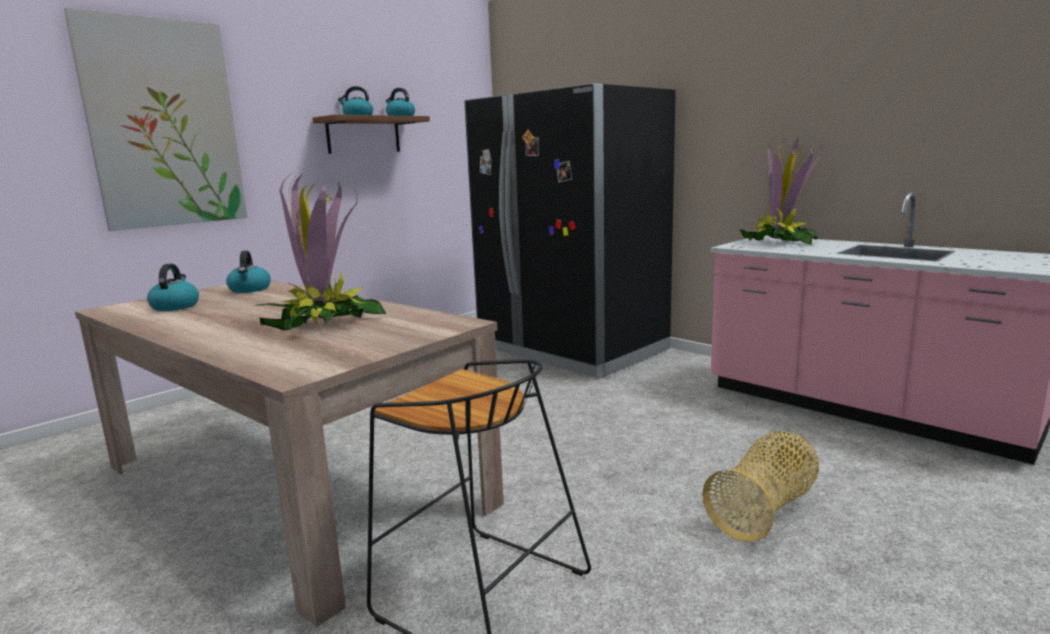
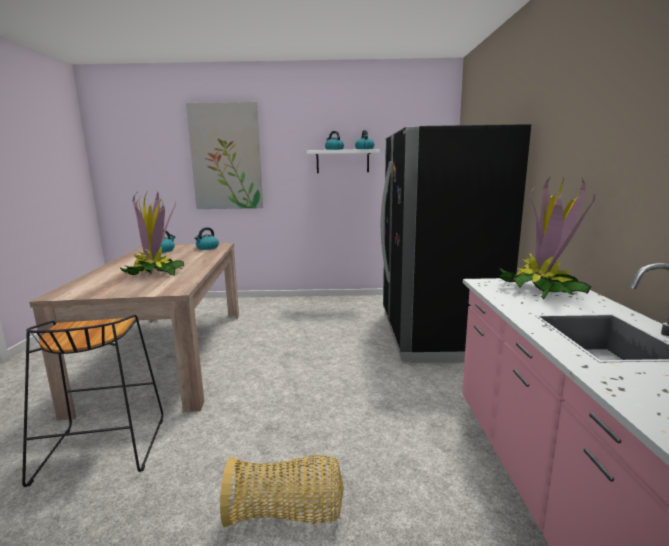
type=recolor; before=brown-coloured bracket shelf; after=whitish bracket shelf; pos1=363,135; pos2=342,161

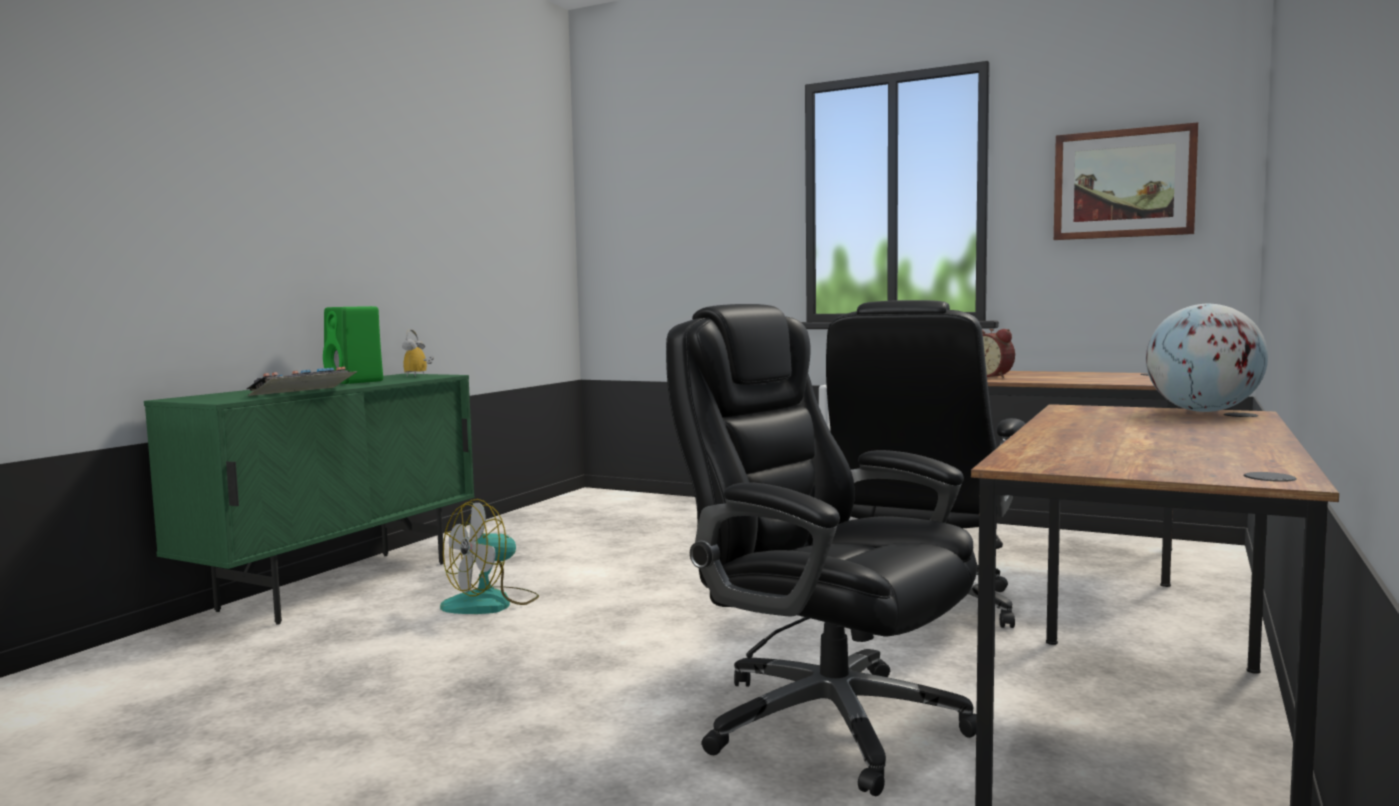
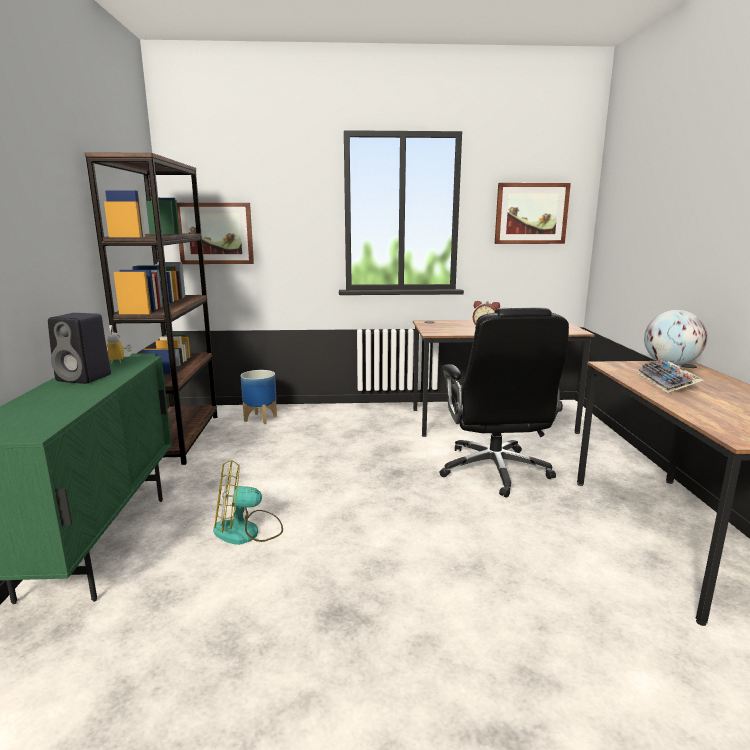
type=delete; before=black computer chair; pos1=826,721
type=recolor; before=green audio speaker; after=black audio speaker; pos1=356,381; pos2=85,378
type=move; before=PC keyboard; pos1=303,392; pos2=668,383
type=rotate; before=cooling fan; pos1=491,603; pos2=247,531; turn=60
type=insert; after=brown-coloured bookcase; pos2=178,438
type=insert; after=wall art; pos2=215,233
type=insert; after=plant pot; pos2=260,419

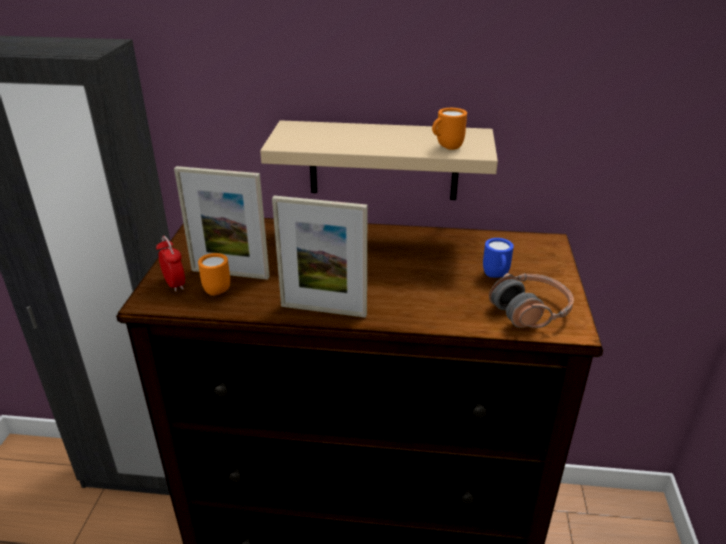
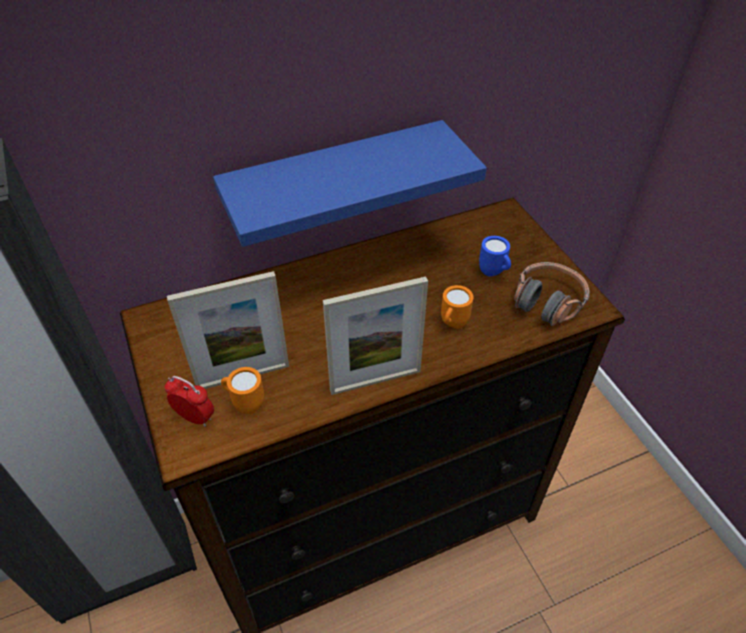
type=move; before=orangey tea mug; pos1=446,147; pos2=452,324
type=recolor; before=beige bracket shelf; after=blue-coloured bracket shelf; pos1=383,161; pos2=335,183

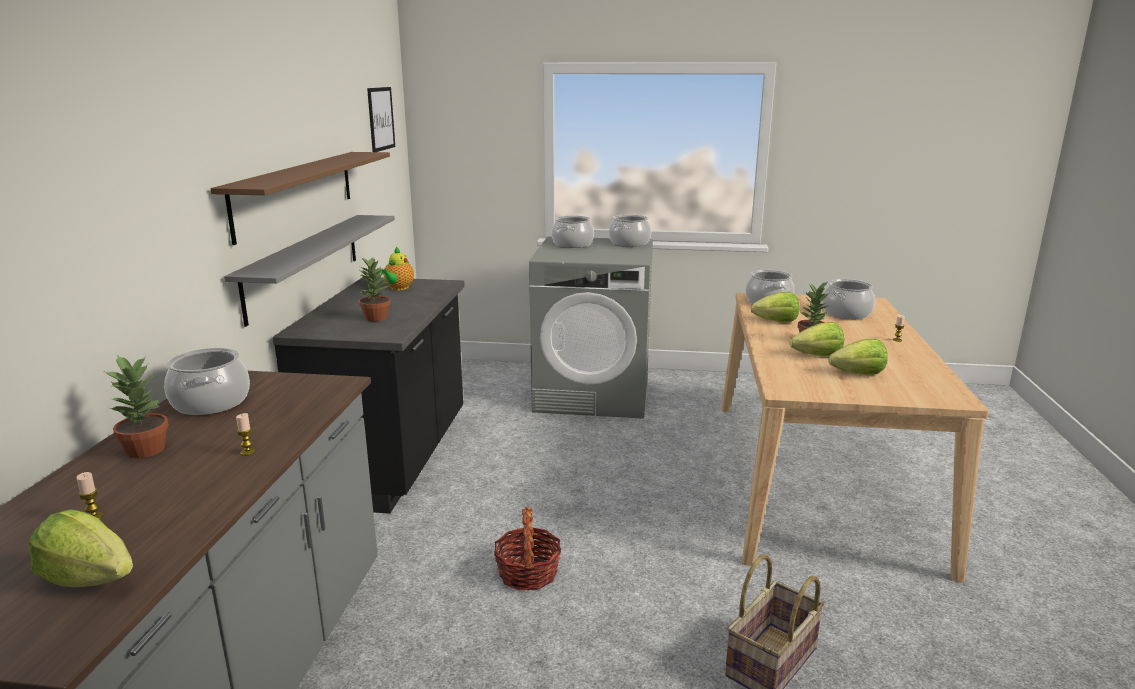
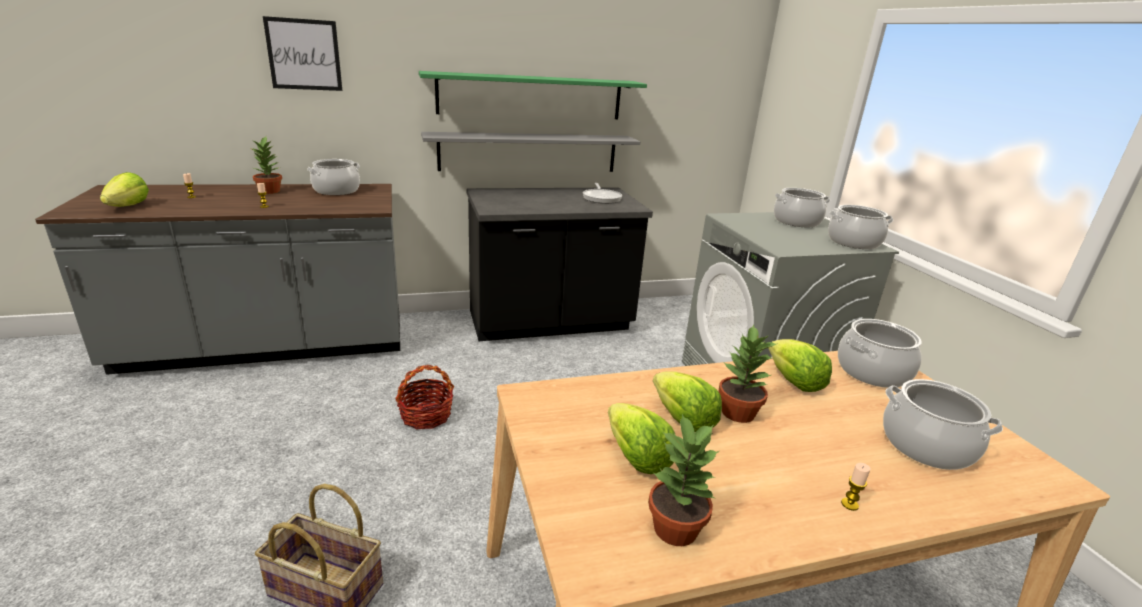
type=move; before=wall art; pos1=381,119; pos2=304,54
type=recolor; before=brown-coloured bracket shelf; after=green bracket shelf; pos1=296,192; pos2=531,96
type=replace; before=pot for tea; after=pan; pos1=398,288; pos2=601,198
type=move; before=houseplant; pos1=376,317; pos2=676,528

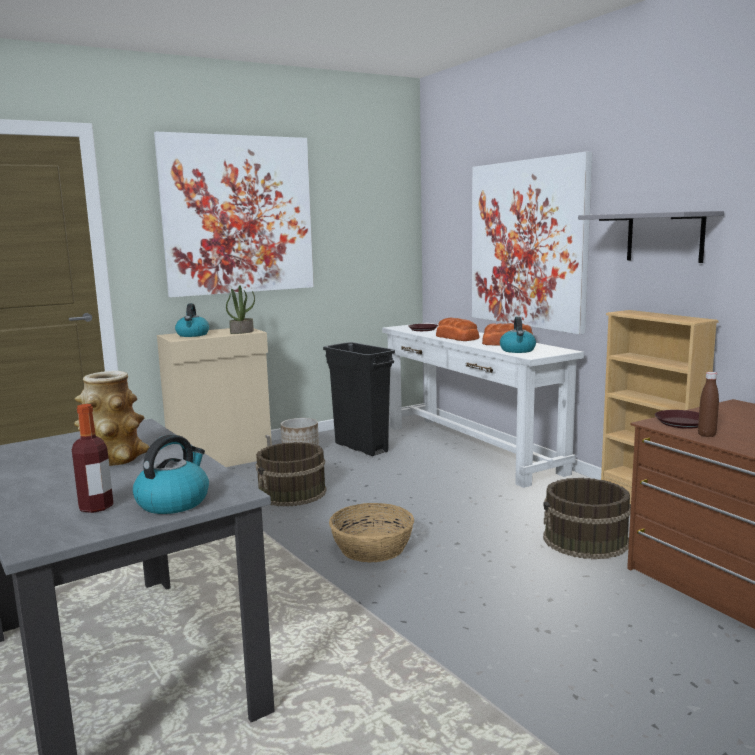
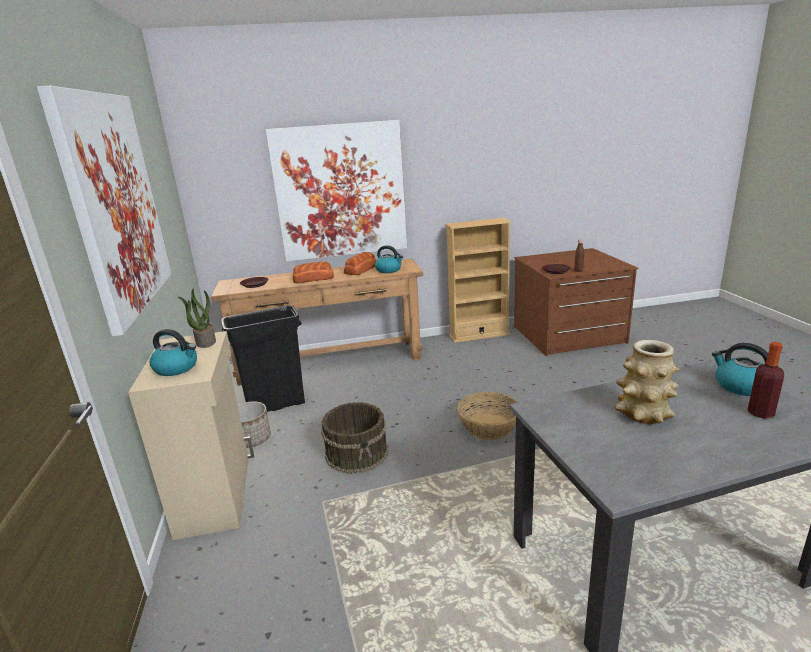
type=delete; before=gray bracket shelf; pos1=665,237
type=recolor; before=whitish console table; after=brown-coloured console table; pos1=470,448; pos2=330,362
type=delete; before=brown-coloured water bucket; pos1=585,541

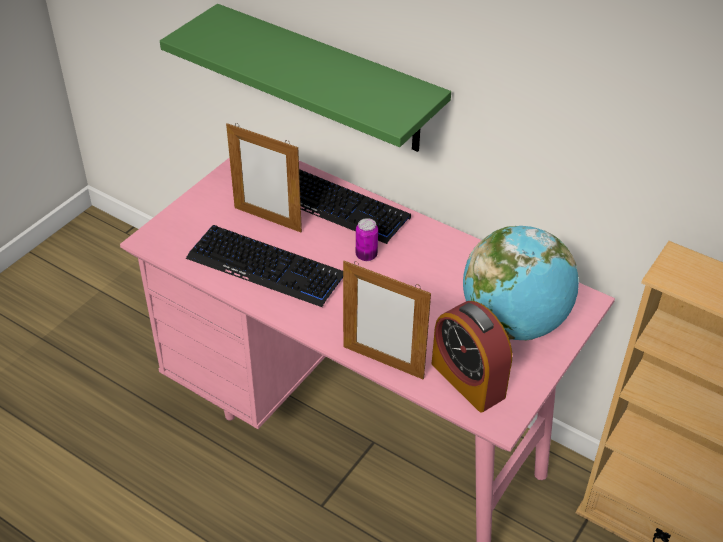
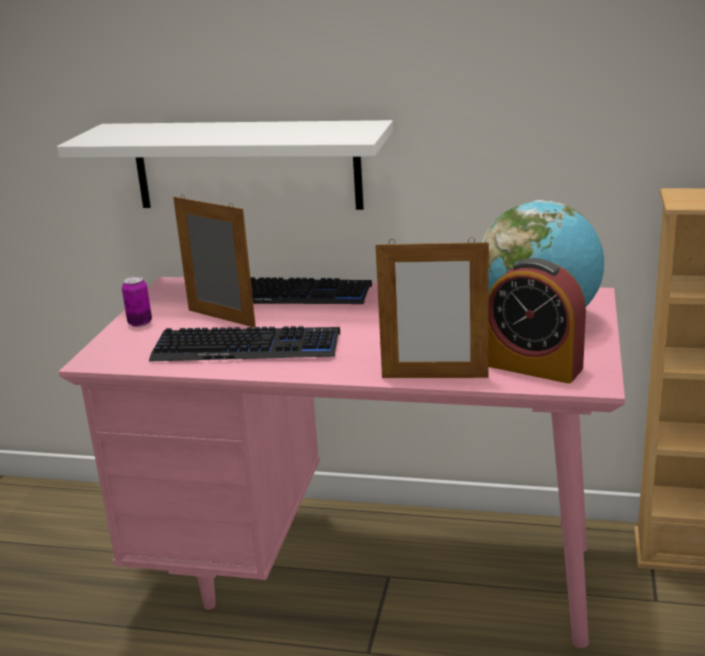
type=recolor; before=green bracket shelf; after=whitish bracket shelf; pos1=328,80; pos2=246,165
type=rotate; before=picture frame; pos1=267,219; pos2=221,318; turn=-150
type=move; before=can; pos1=366,255; pos2=140,323

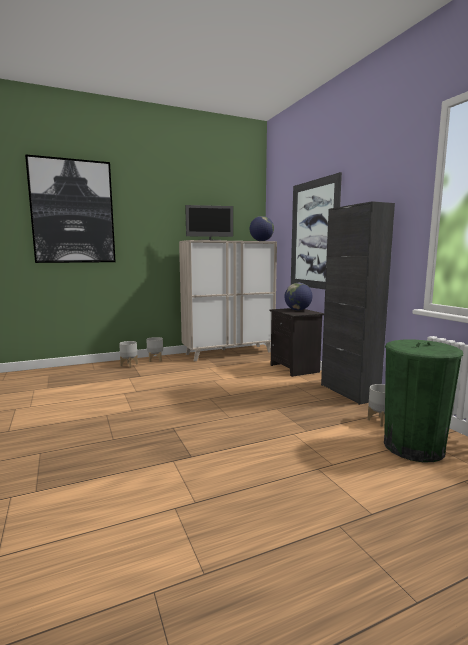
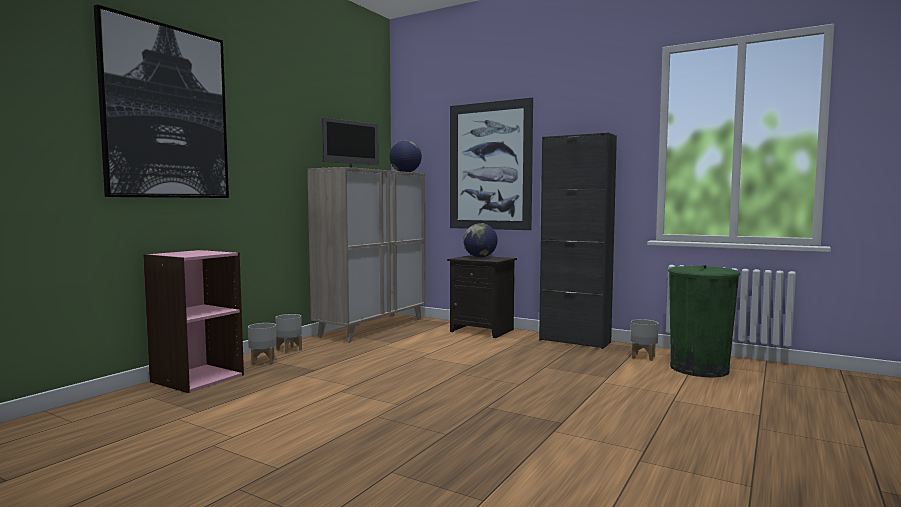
type=insert; after=pink bookcase; pos2=197,378

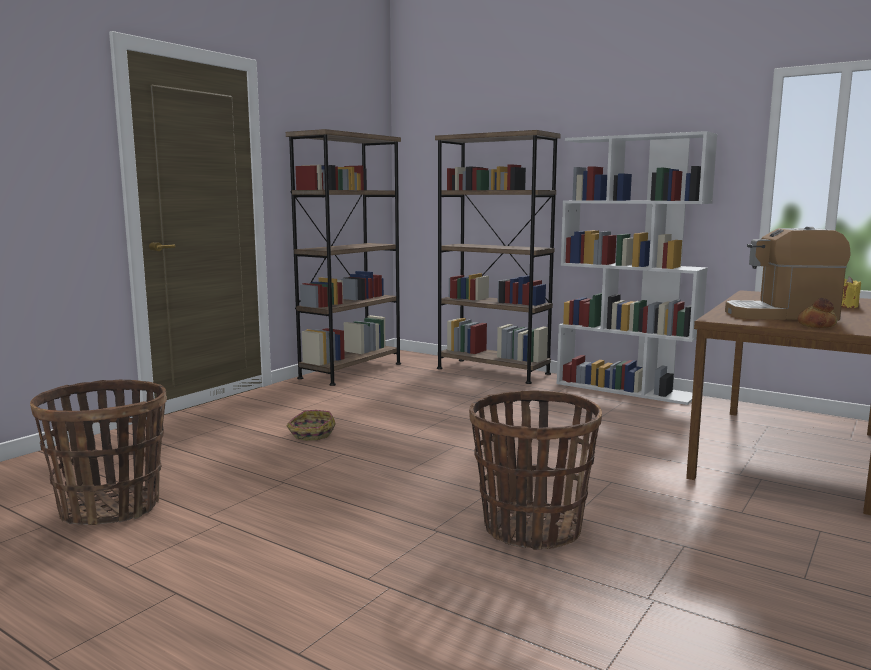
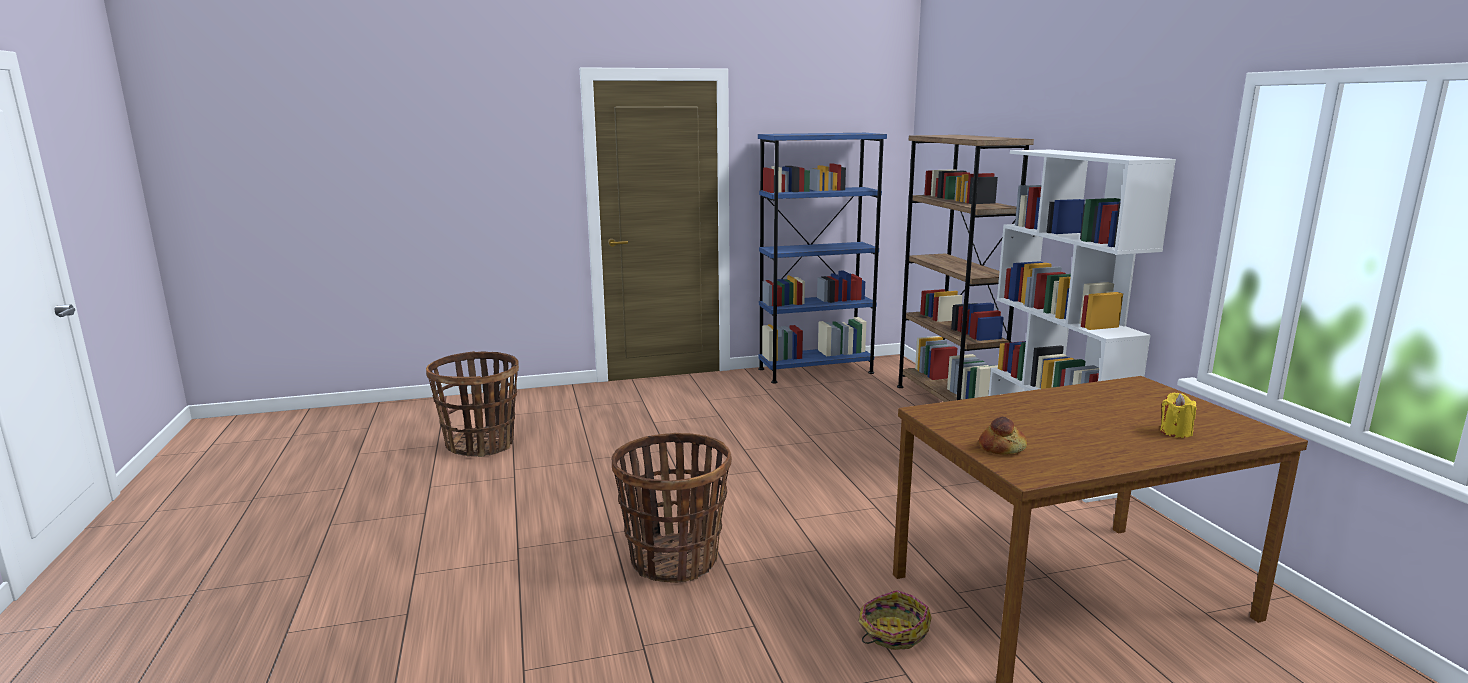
type=recolor; before=brown-coloured bookcase; after=blue-coloured bookcase; pos1=351,371; pos2=815,371
type=delete; before=coffee maker; pos1=781,315
type=move; before=household basket; pos1=311,434; pos2=892,632

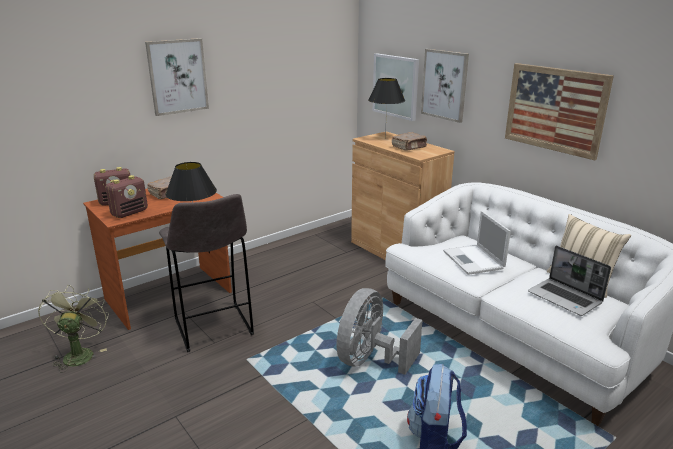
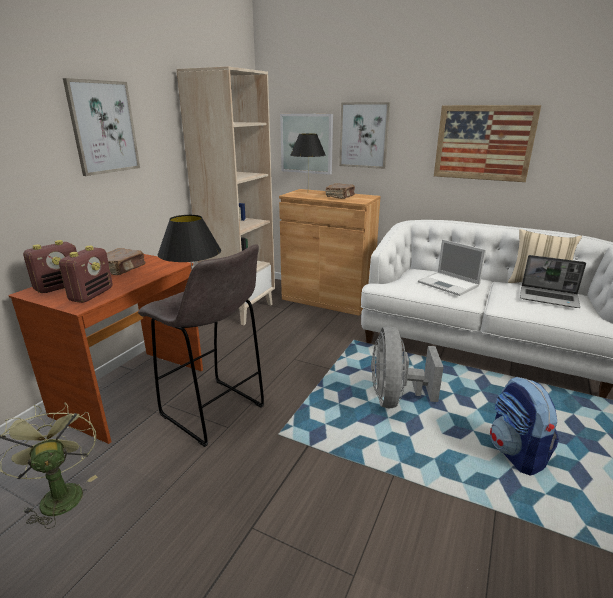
type=insert; after=beige bookcase; pos2=240,309

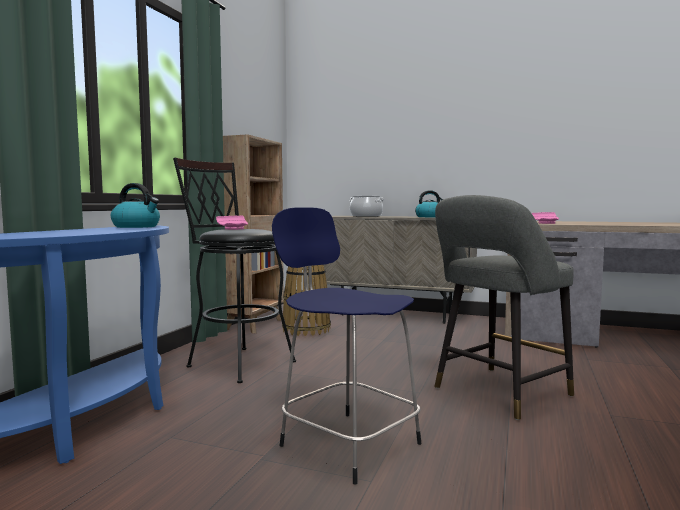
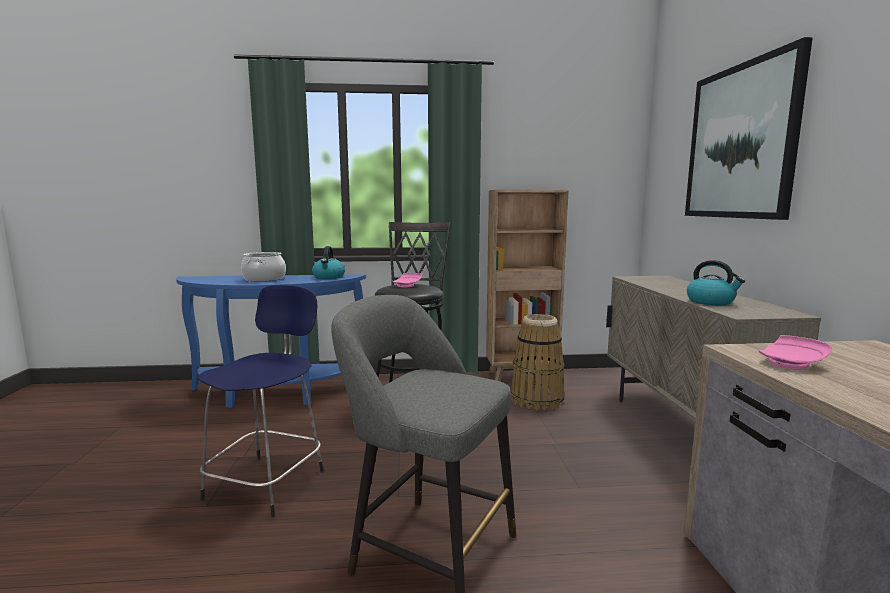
type=move; before=saucepot; pos1=366,216; pos2=264,279
type=insert; after=wall art; pos2=740,142

